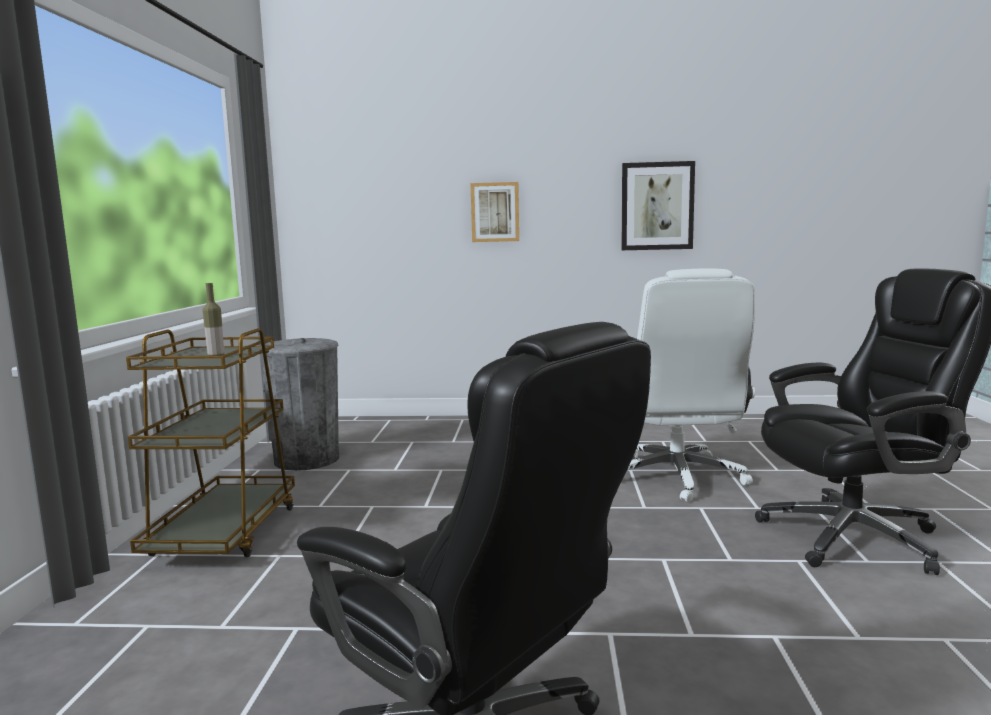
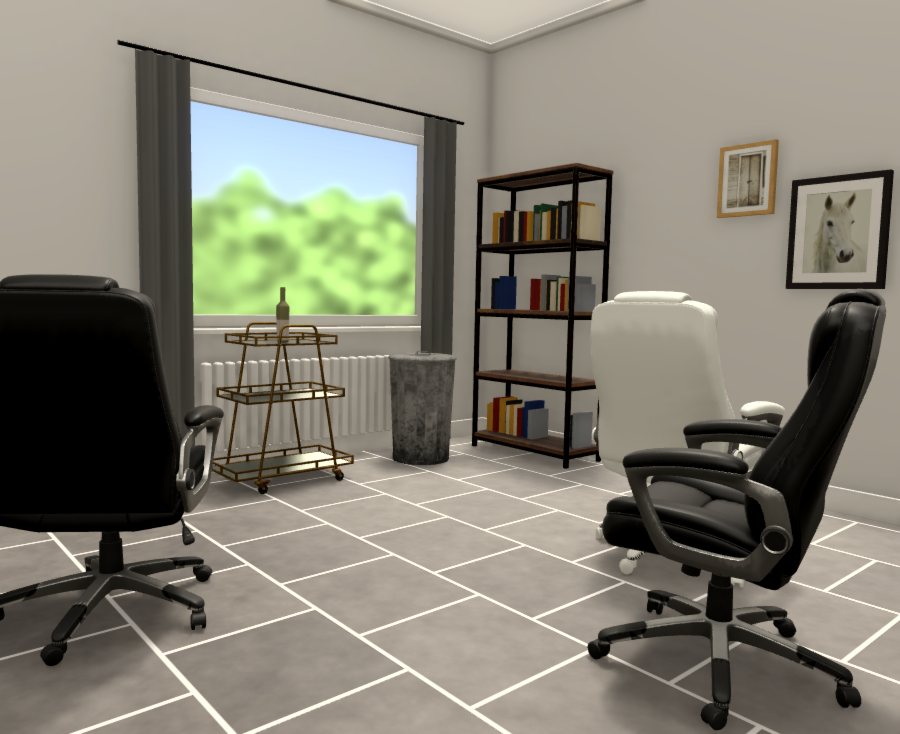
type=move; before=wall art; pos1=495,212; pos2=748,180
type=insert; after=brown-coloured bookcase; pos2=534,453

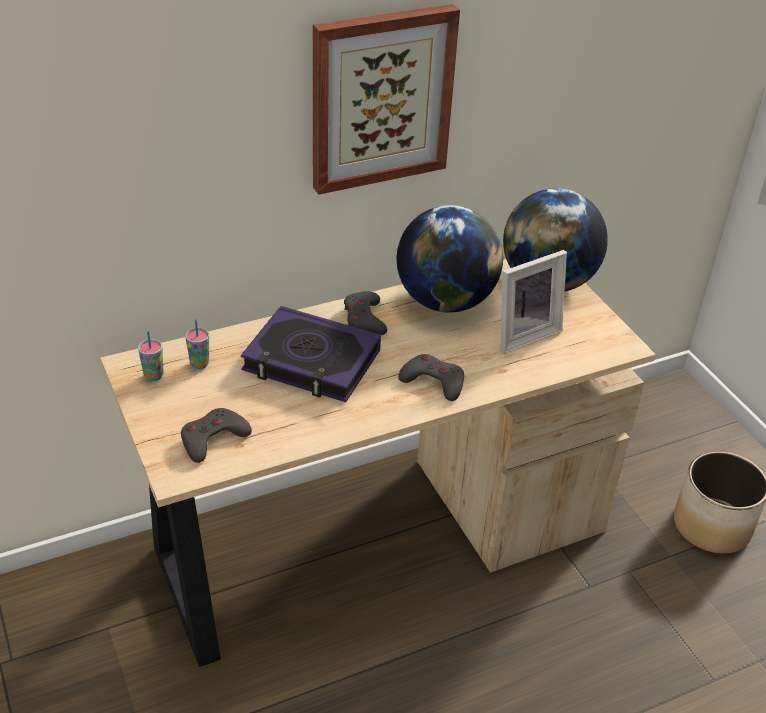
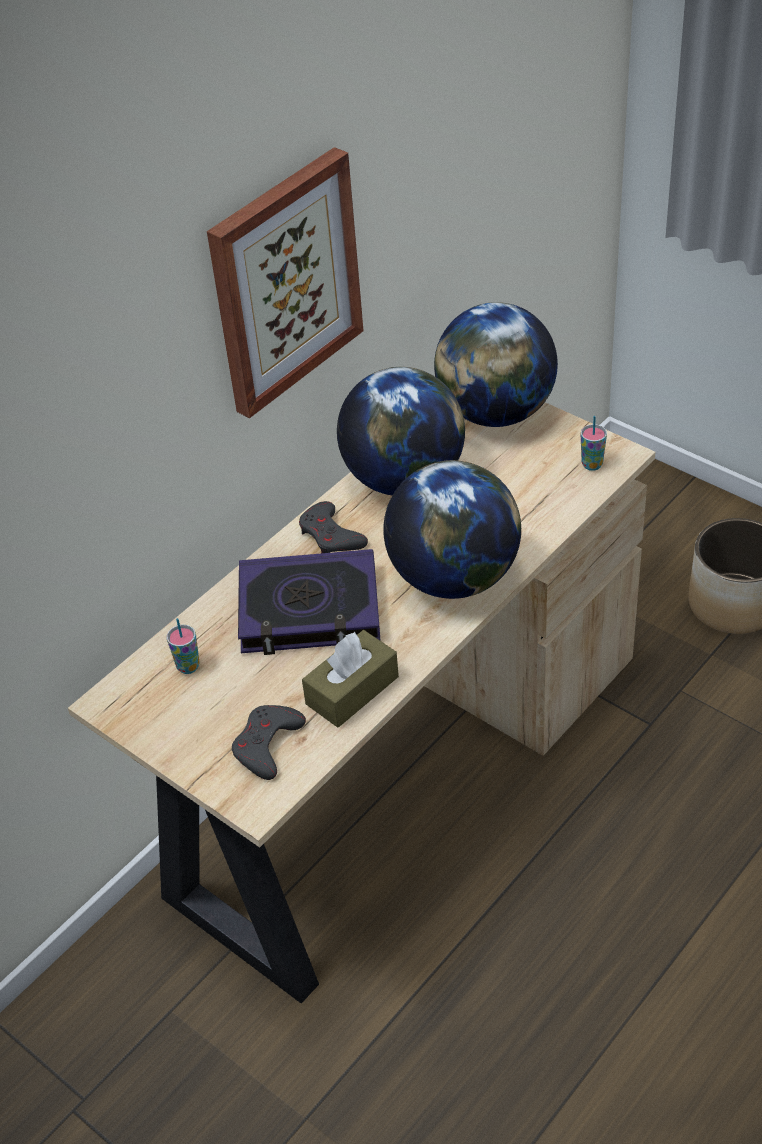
type=delete; before=picture frame; pos1=523,334
type=move; before=cup; pos1=153,376; pos2=592,465
type=replace; before=gray gamepad; after=world globe; pos1=433,381; pos2=454,578
type=insert; after=brown-coloured box of tissues; pos2=352,690

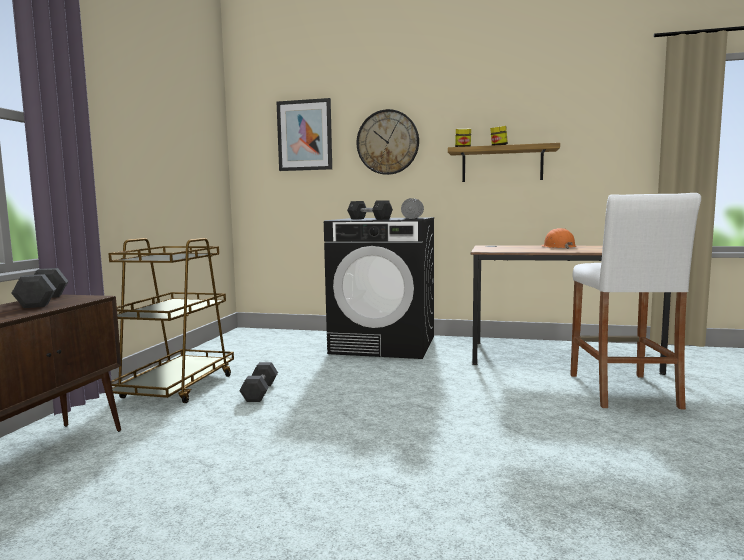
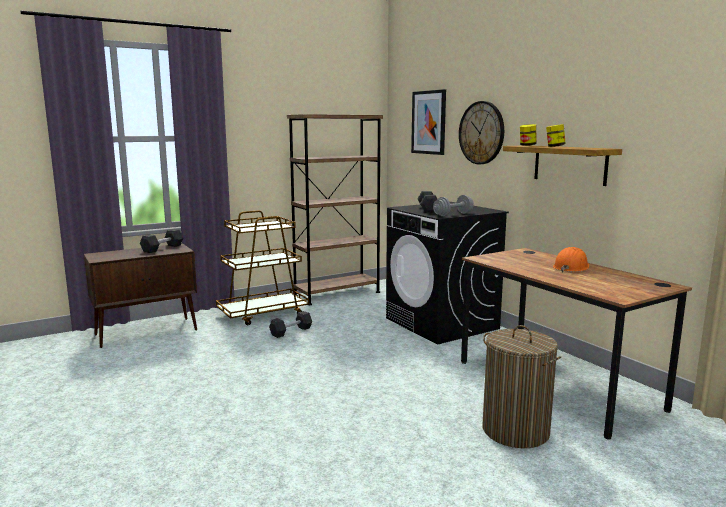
type=replace; before=whitish stool; after=washing basket; pos1=622,390; pos2=515,430
type=insert; after=brown-coloured bookcase; pos2=337,294

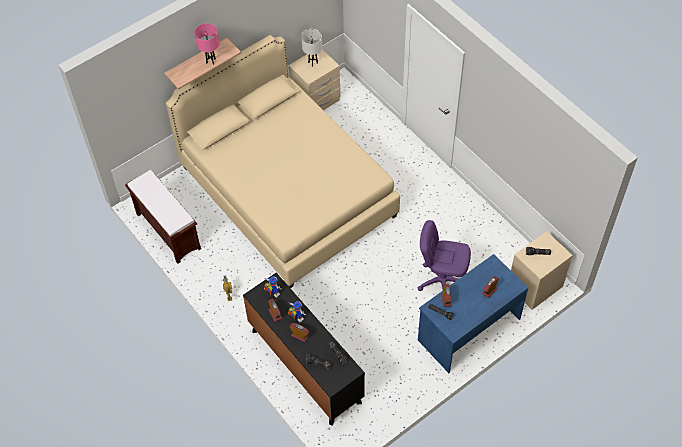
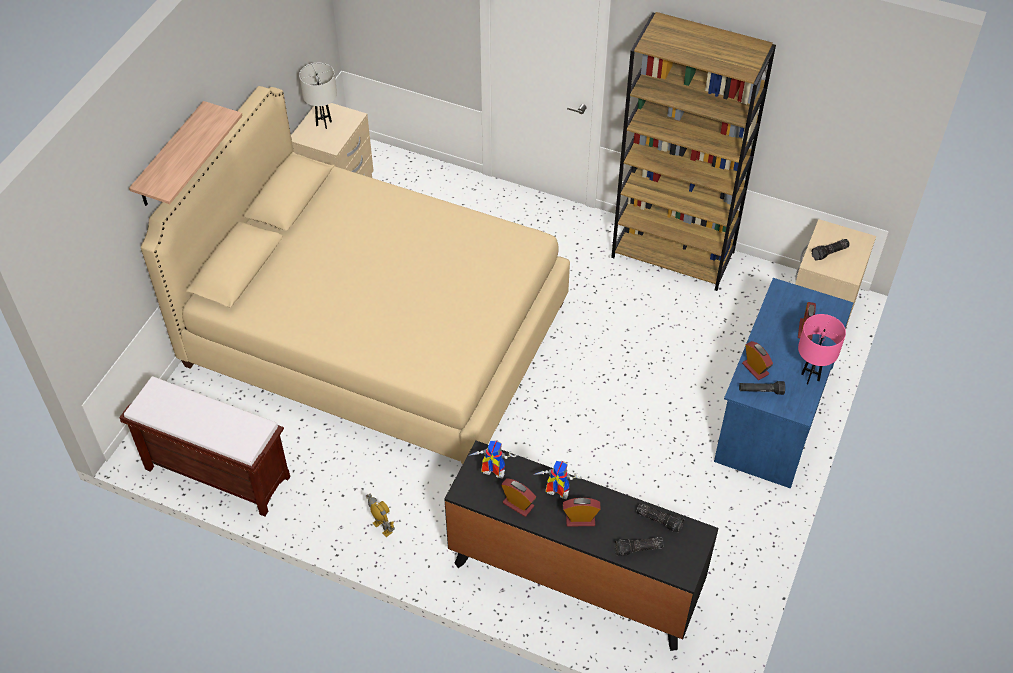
type=move; before=pink table lamp; pos1=210,61; pos2=810,377
type=delete; before=purple computer chair; pos1=442,281
type=insert; after=brown-coloured bookcase; pos2=674,254

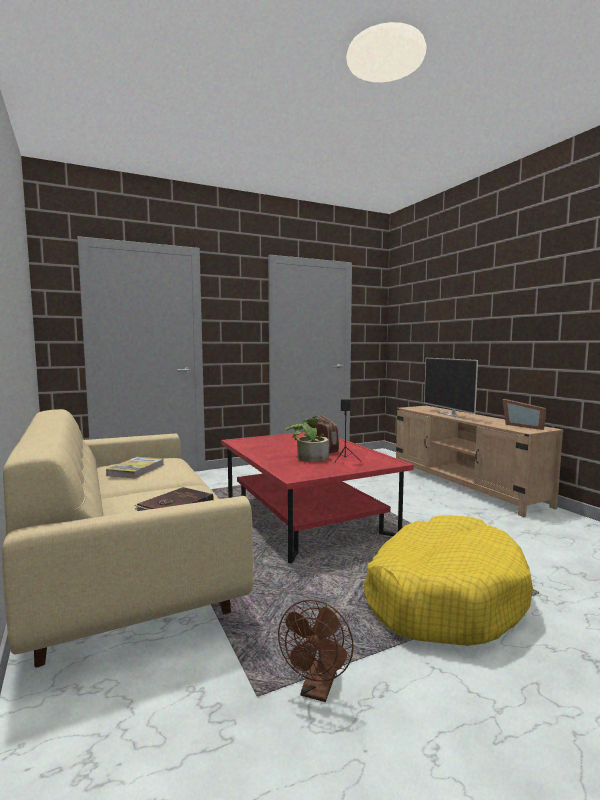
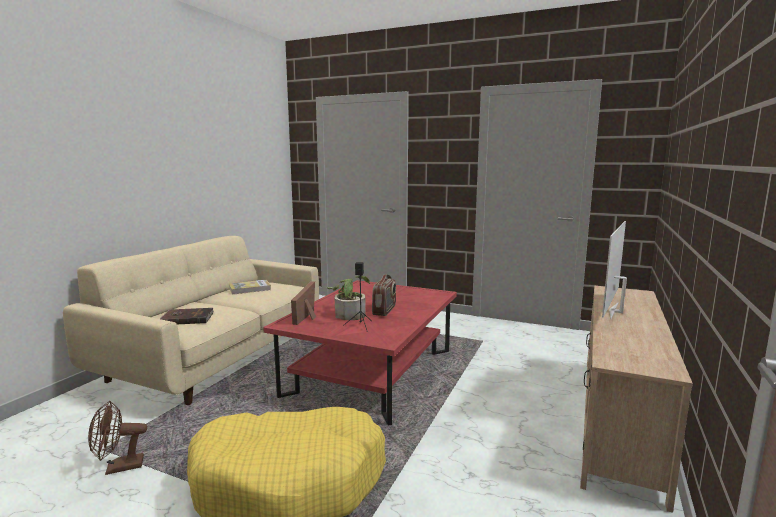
type=move; before=picture frame; pos1=524,426; pos2=308,317

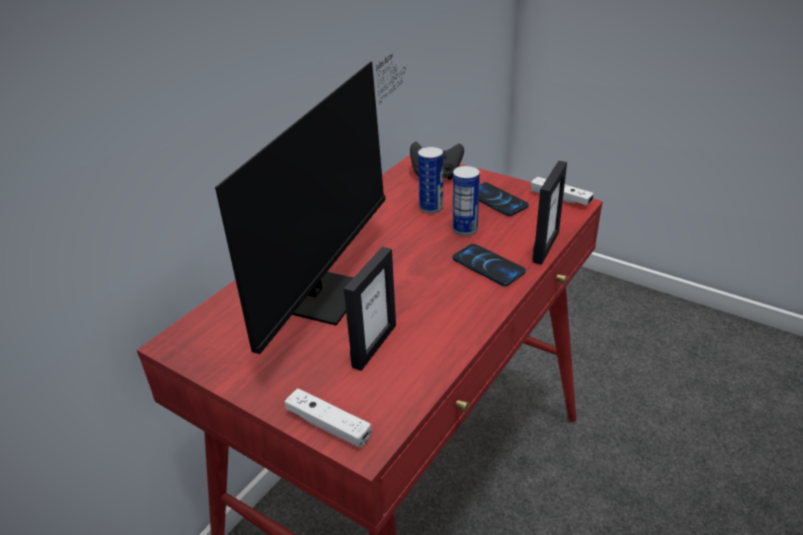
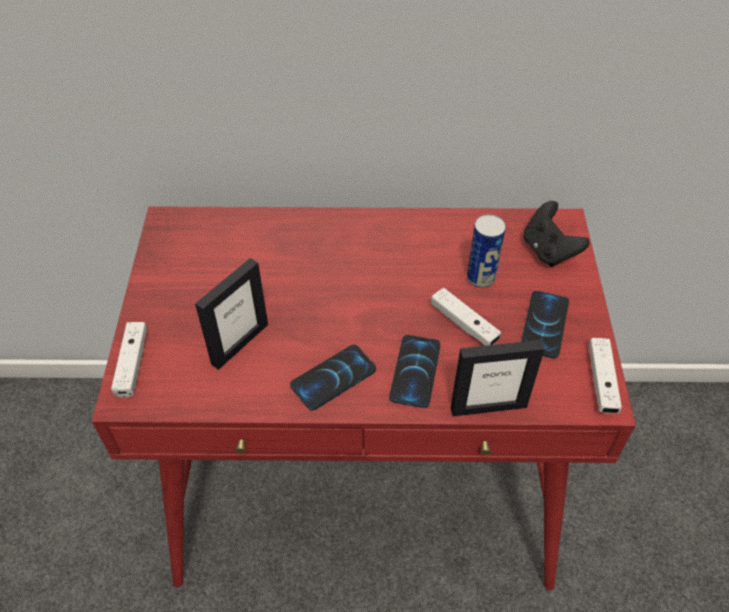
type=delete; before=computer display; pos1=330,288
type=replace; before=can; after=whitish gamepad; pos1=465,230; pos2=464,324
type=rotate; before=picture frame; pos1=374,345; pos2=239,343; turn=-45
type=insert; after=telephone; pos2=333,378

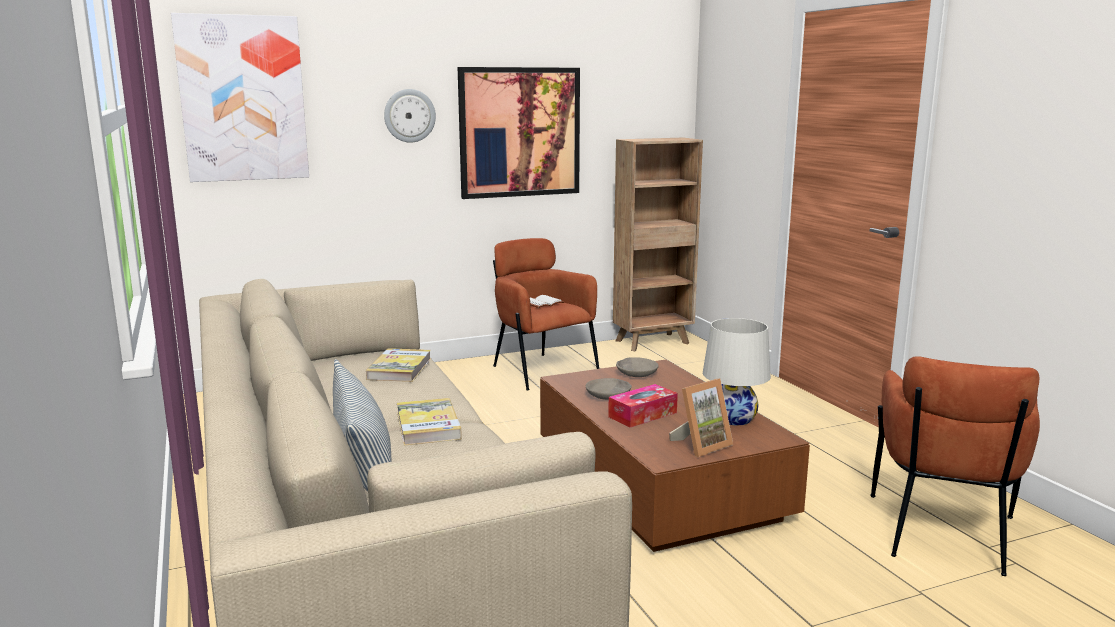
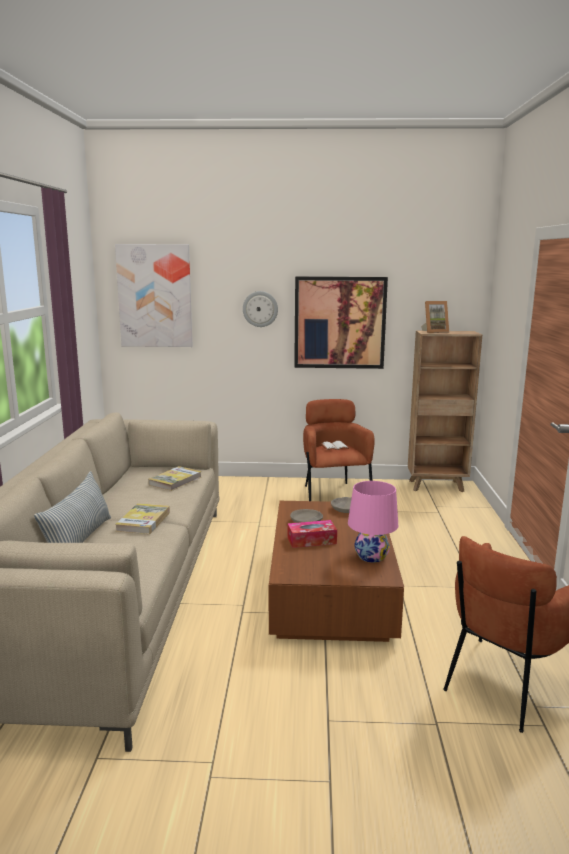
type=recolor; before=whitish table lamp; after=pink table lamp; pos1=734,419; pos2=371,556
type=move; before=picture frame; pos1=701,445; pos2=434,332

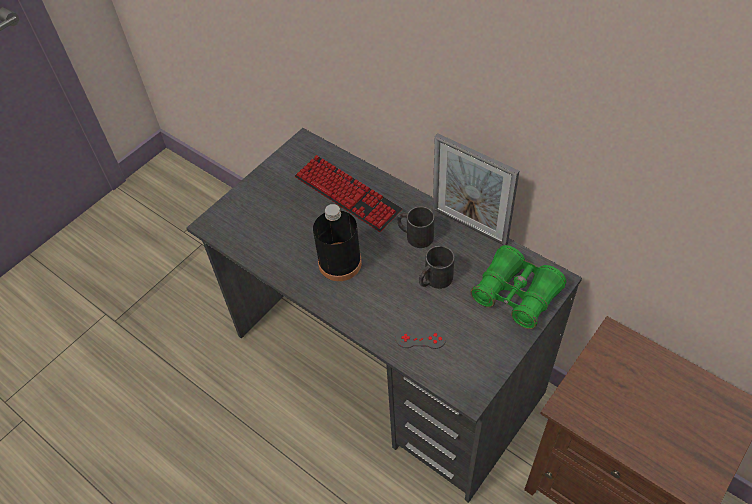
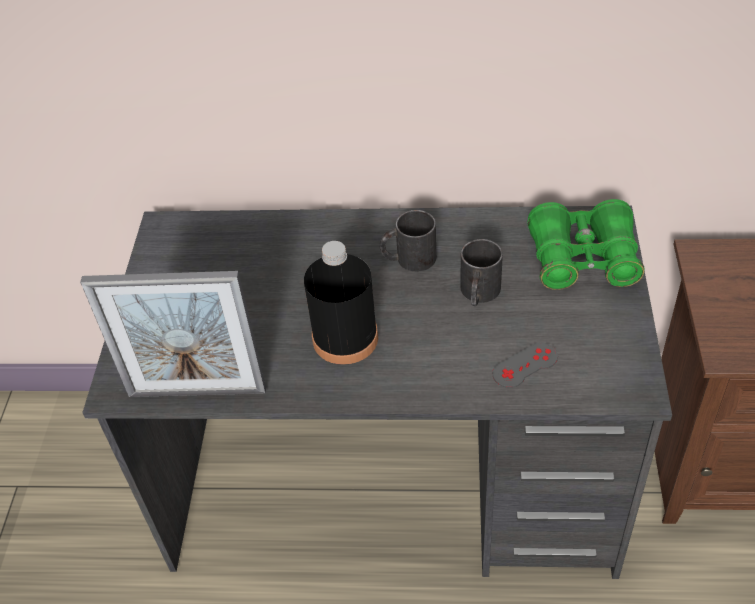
type=move; before=picture frame; pos1=469,226; pos2=197,392
type=delete; before=PC keyboard; pos1=347,194

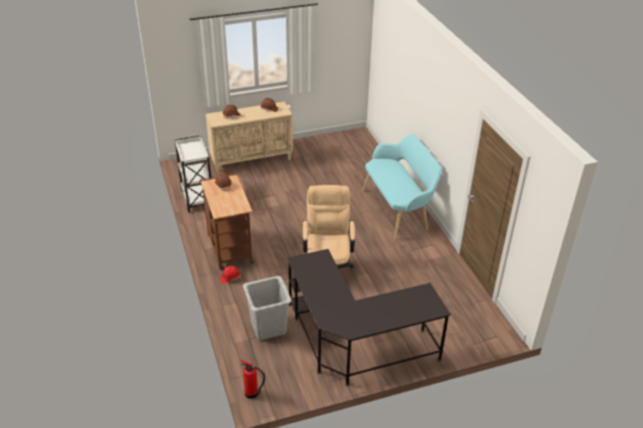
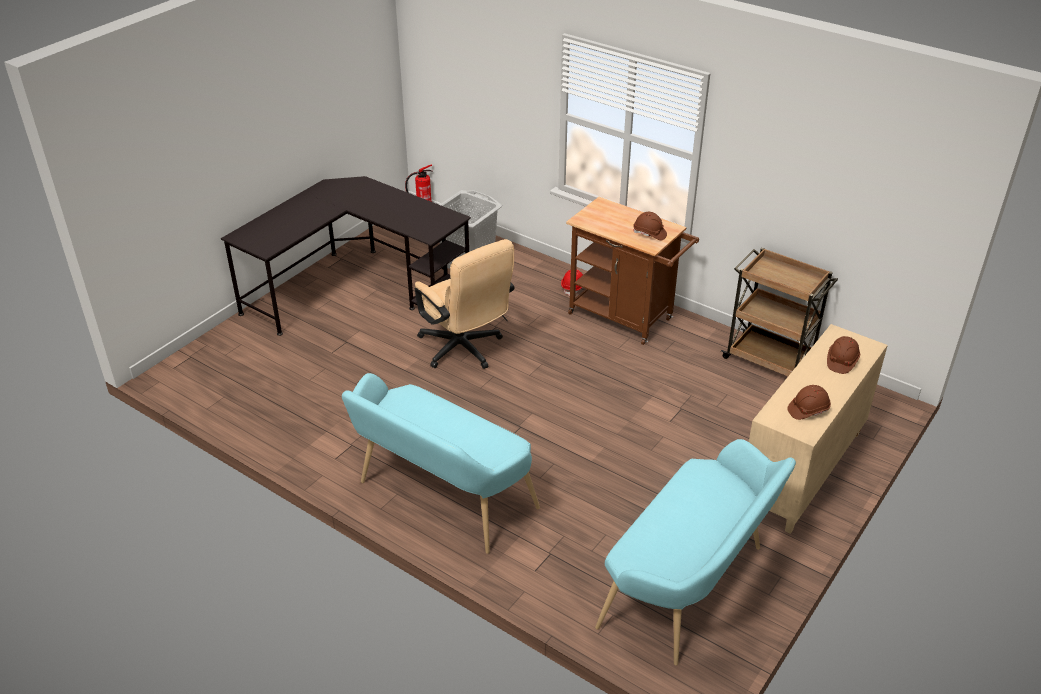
type=recolor; before=whitish wheeled cart; after=brown-coloured wheeled cart; pos1=197,197; pos2=769,360
type=insert; after=blue-green indoor bench; pos2=690,589

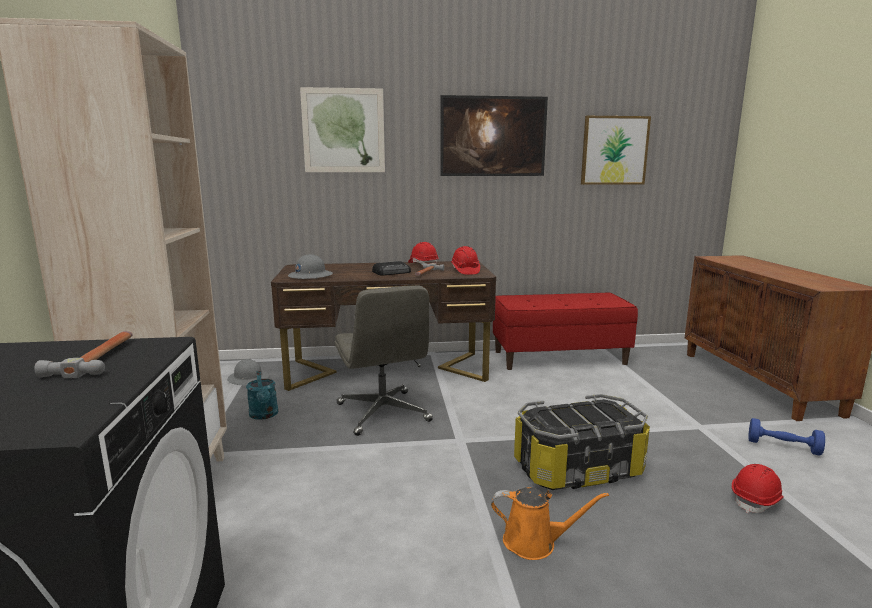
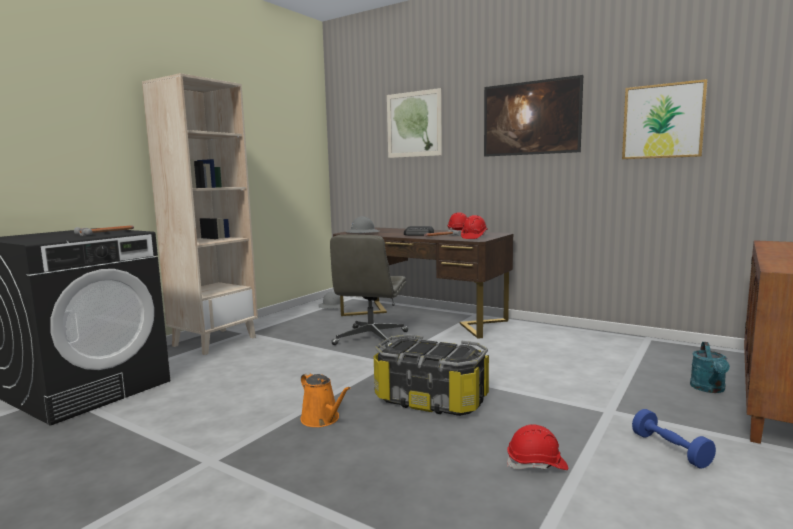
type=delete; before=reddish indoor bench; pos1=559,357
type=move; before=blue-green watering can; pos1=264,415; pos2=709,389

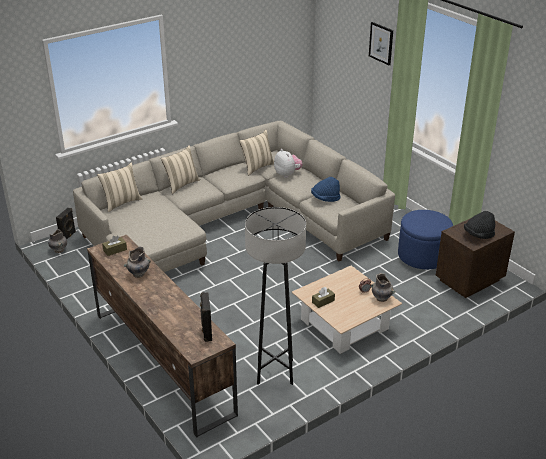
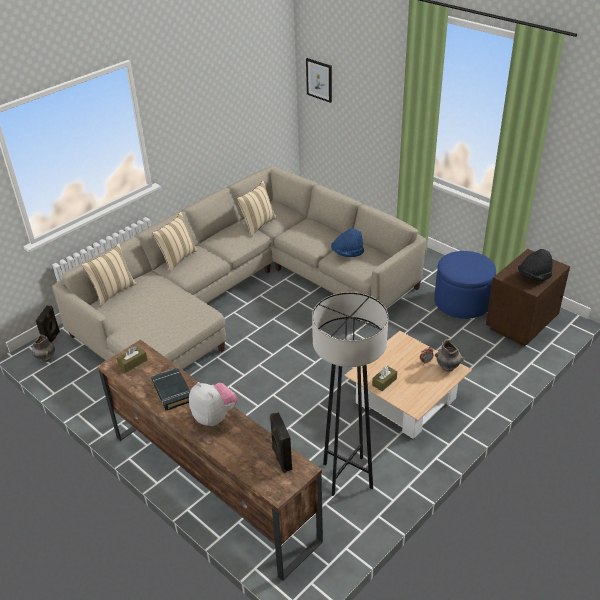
type=move; before=wall art; pos1=381,43; pos2=319,80
type=move; before=cuddly toy; pos1=287,174; pos2=215,417
type=replace; before=gray decorative vase; after=black bound book; pos1=138,274; pos2=172,392

